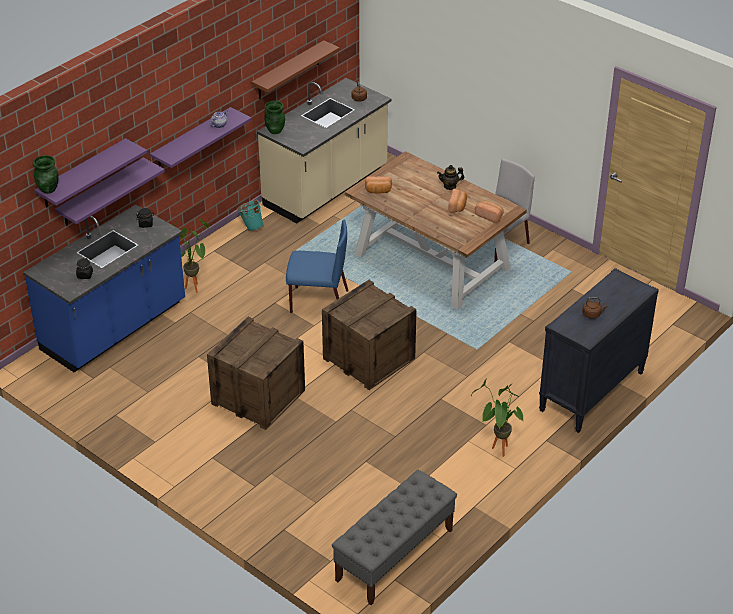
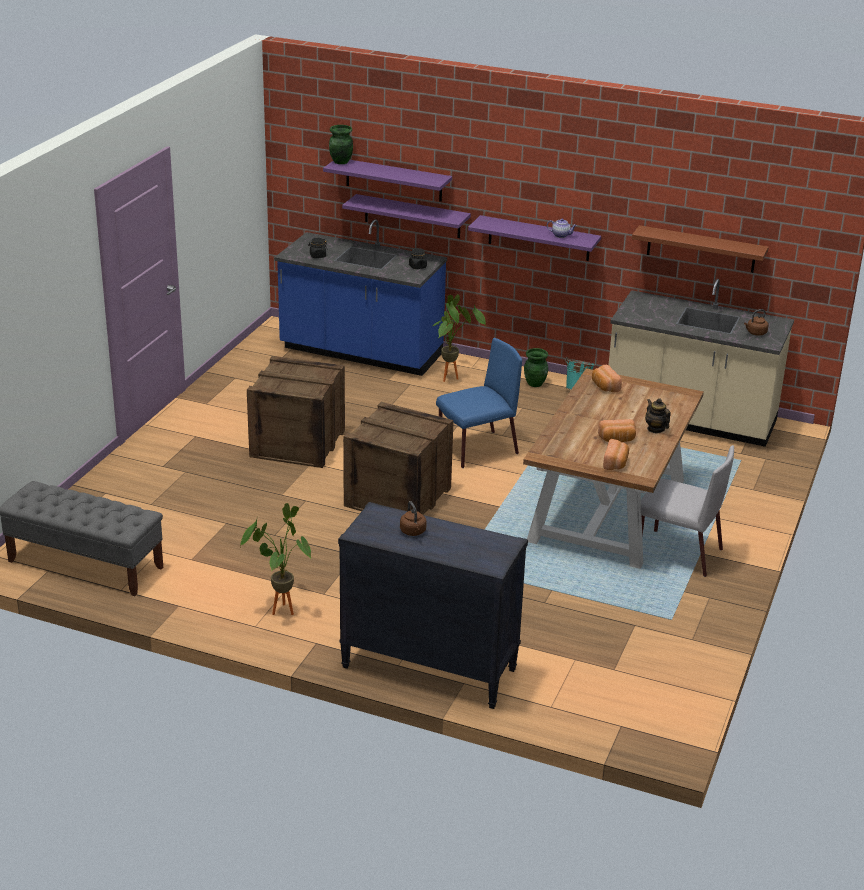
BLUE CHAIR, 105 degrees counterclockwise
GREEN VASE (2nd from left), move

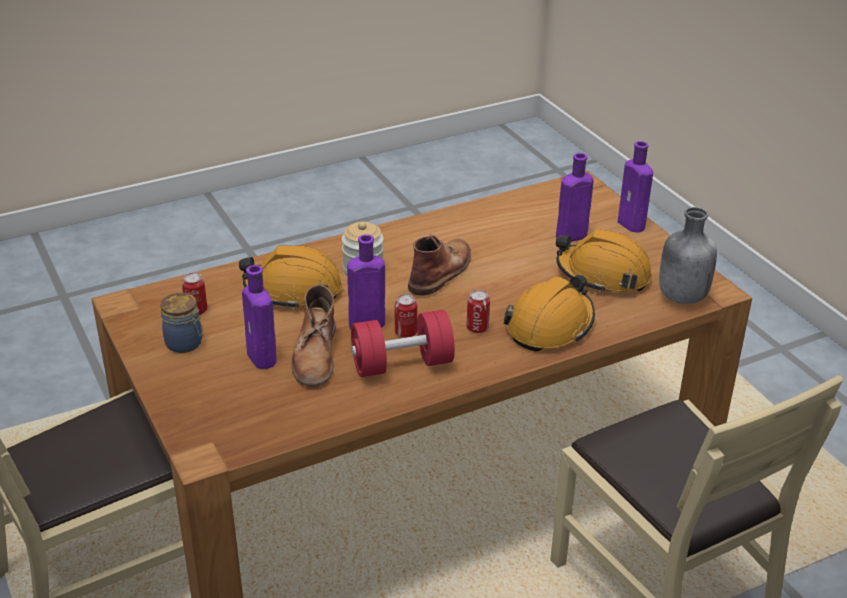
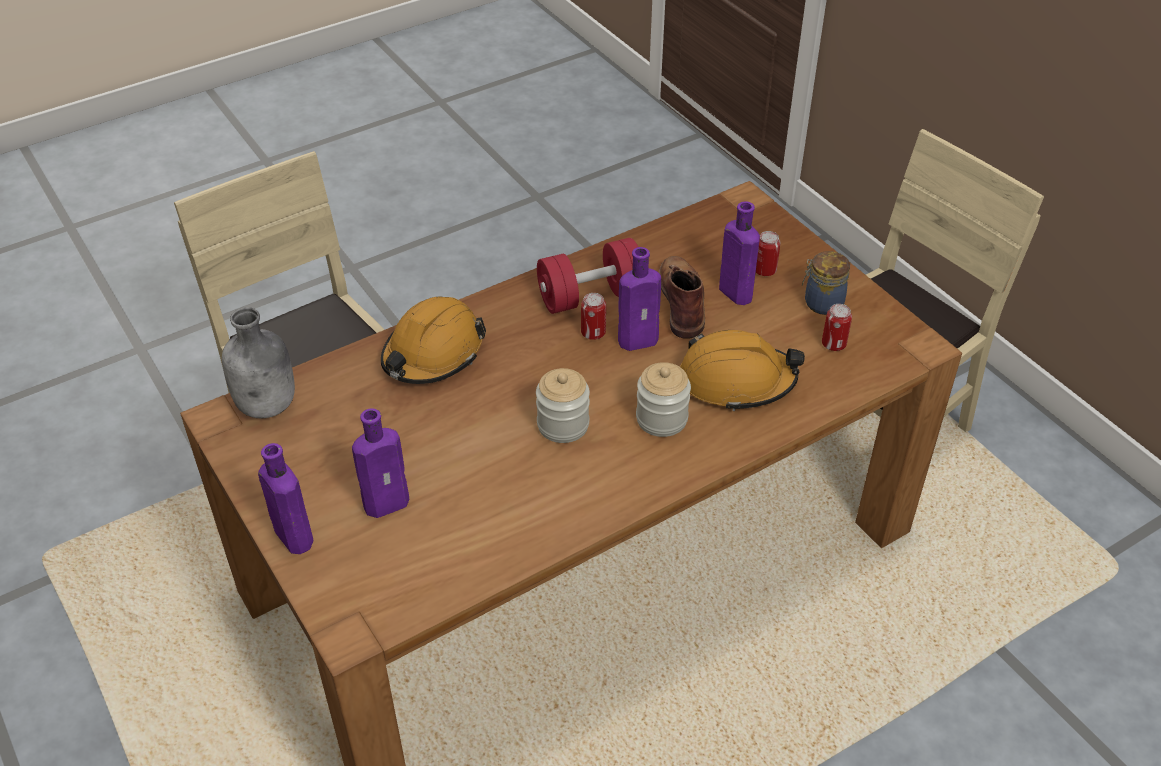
BROWN BOOT (2nd from left) => JAR (1st from left)
CAN (3rd from left in the first image) => CAN (2nd from left), move
ORANGE HARD HAT (3rd from left) => nothing

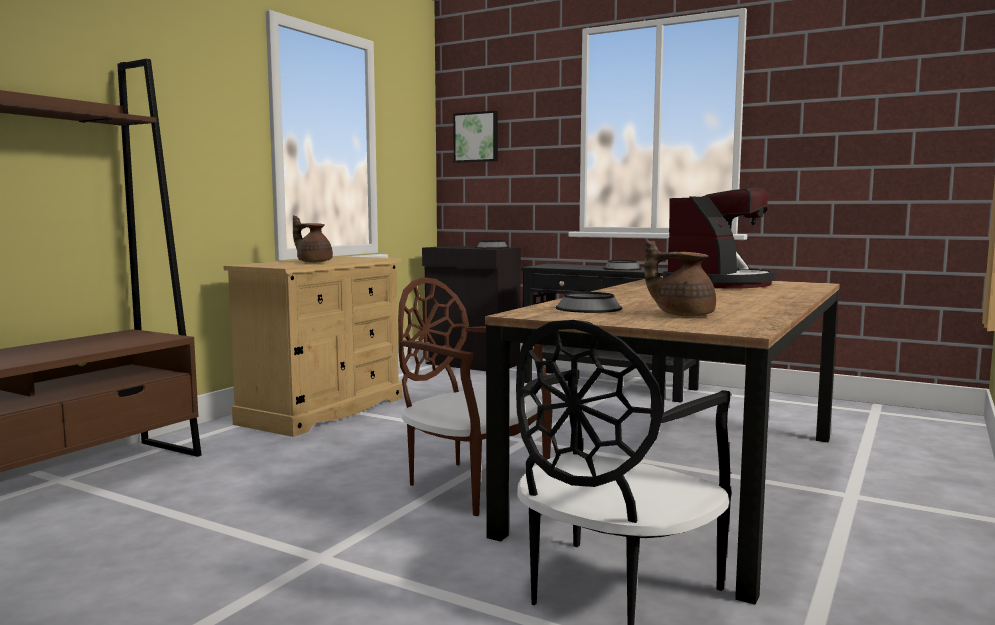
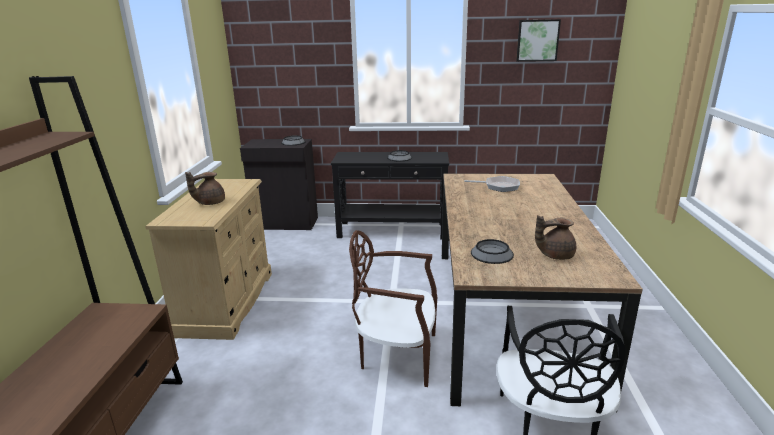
BROWN TEAPOT (1st from left), 45 degrees counterclockwise
COFFEE MACHINE => FRYING PAN
PICTURE, move

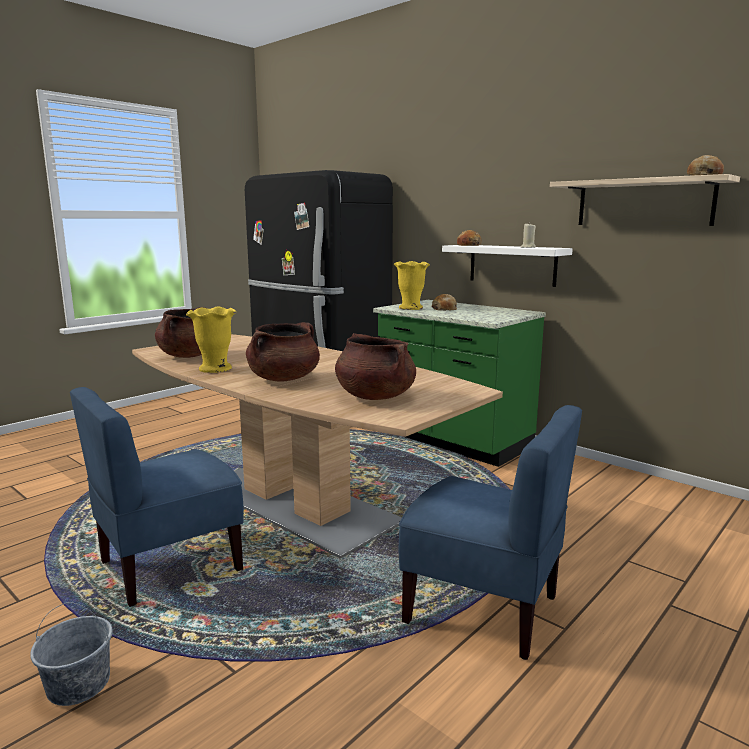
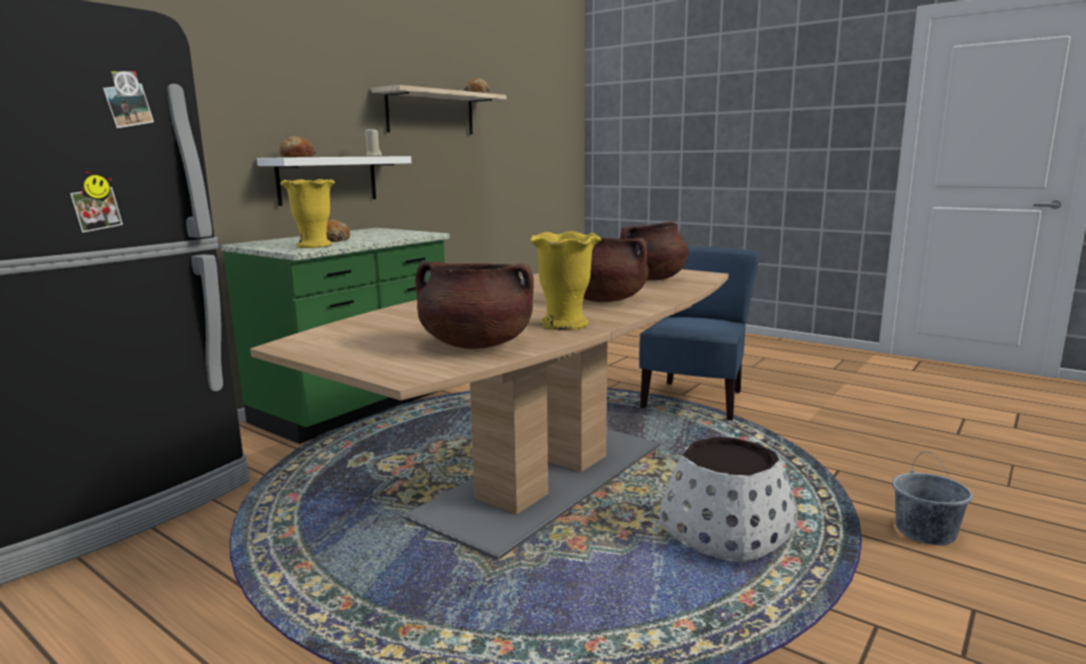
BLUE CHAIR (1st from left) => WHITE PLANTER

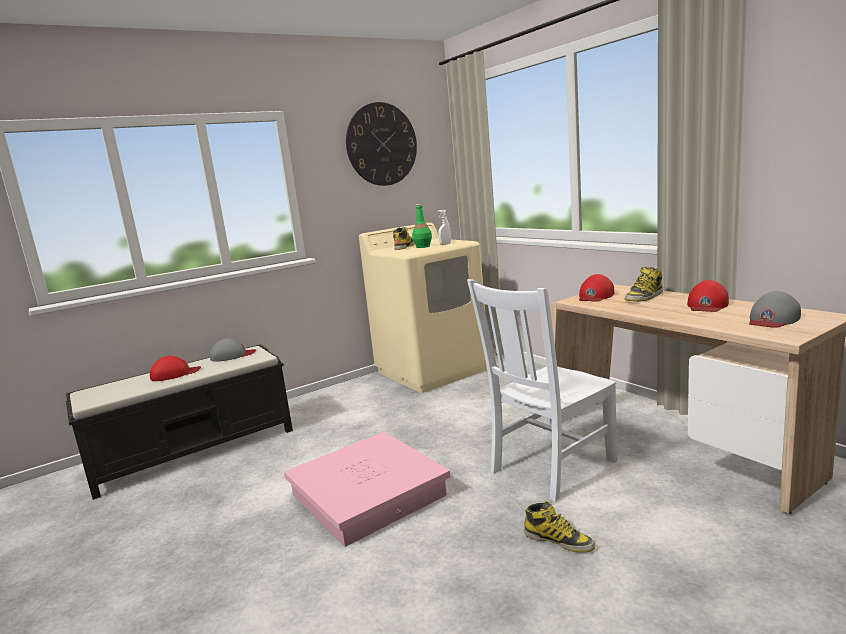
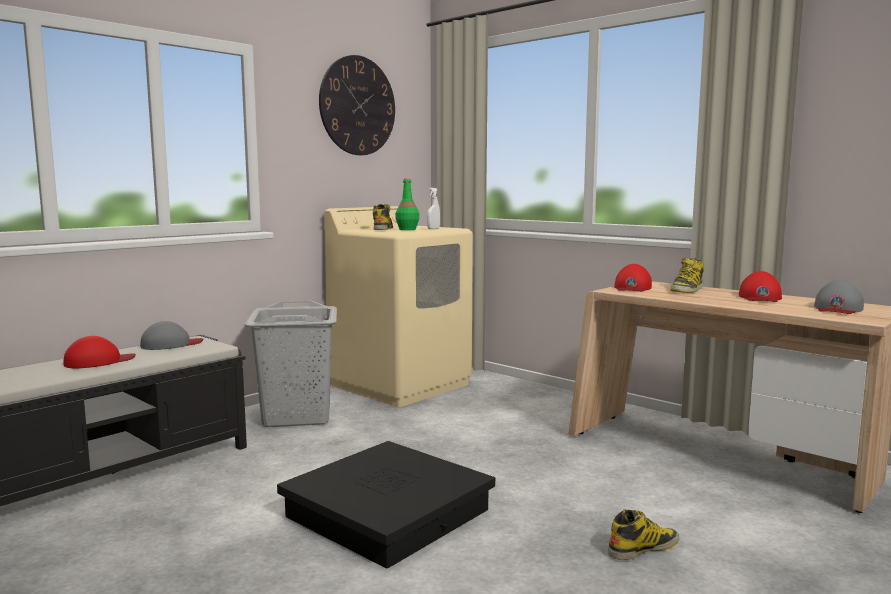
nothing => GREY LAUNDRY BASKET
PINK STORAGE BOX => BLACK STORAGE BOX
BOOT (2nd from left), 45 degrees counterclockwise
WHITE CHAIR => nothing

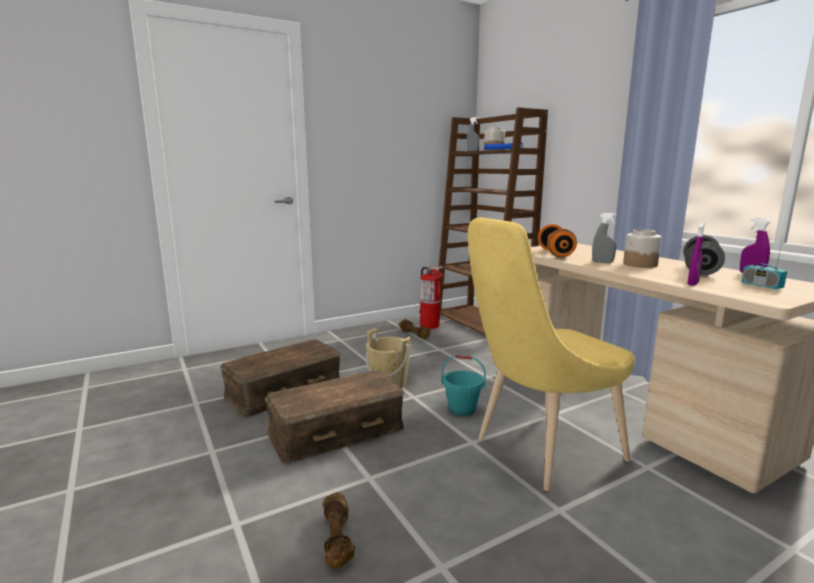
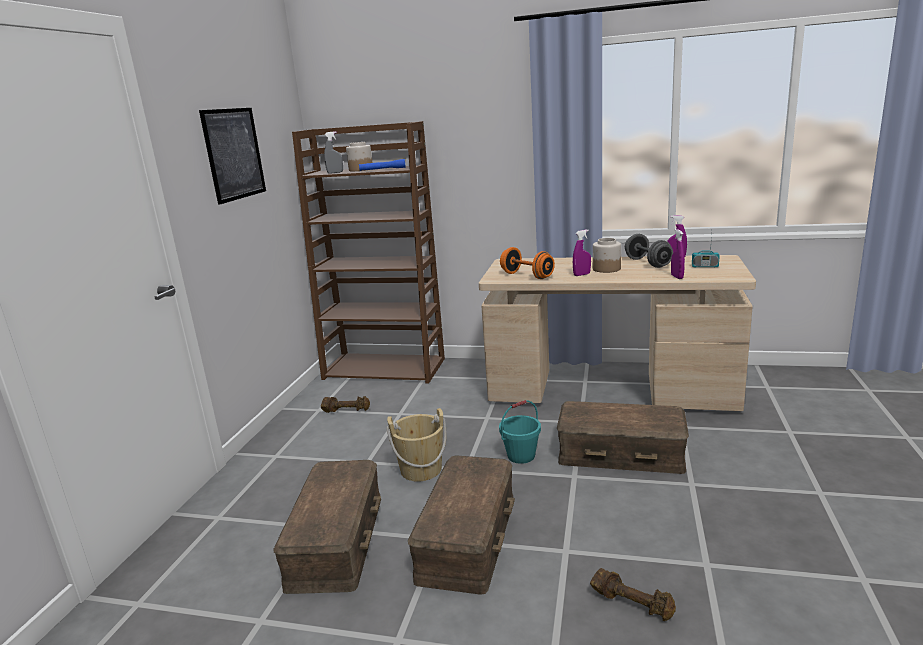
nothing => PICTURE
YELLOW CHAIR => BROWN STORAGE BOX (3rd from left)
GREY SPRAY BOTTLE (2nd from left) => PURPLE SPRAY BOTTLE (1st from left)
FIRE EXTINGUISHER => nothing

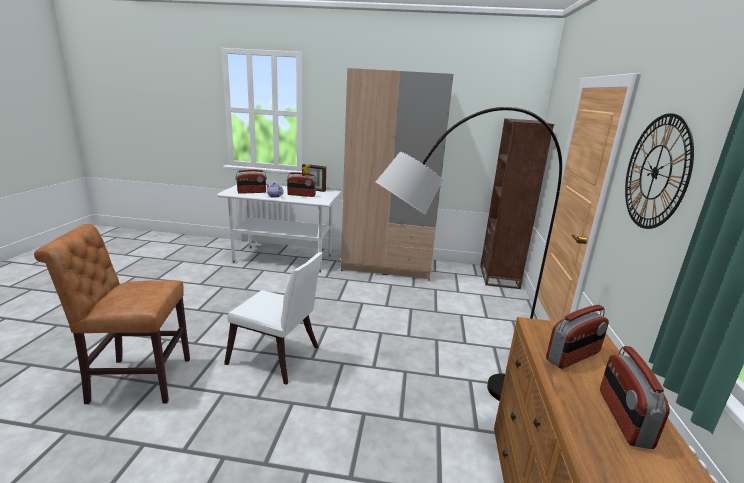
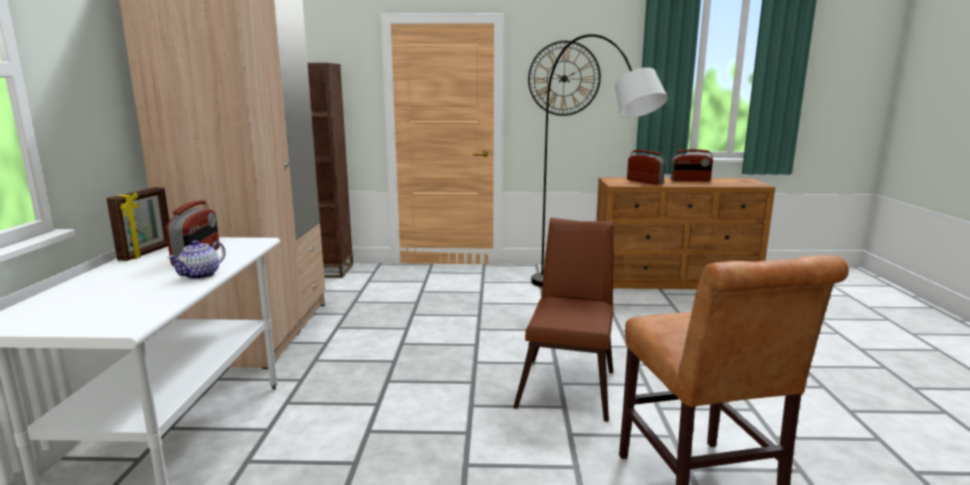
WHITE CHAIR => BROWN CHAIR (1st from left)
RADIO (1st from left) => nothing

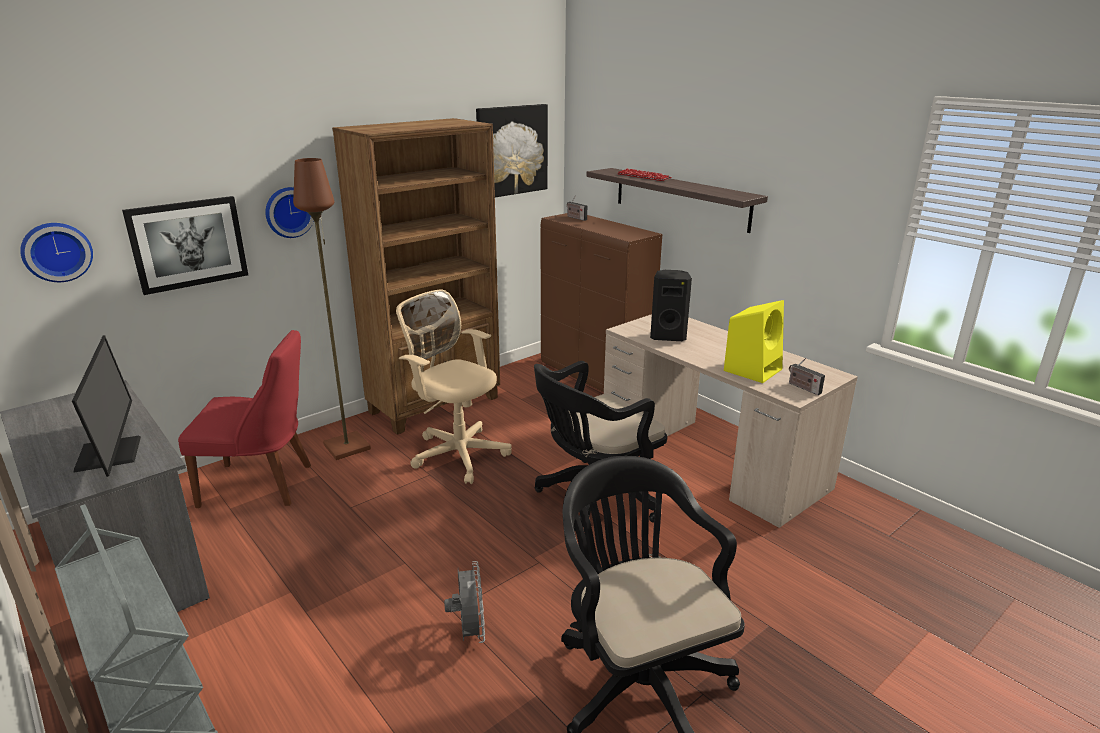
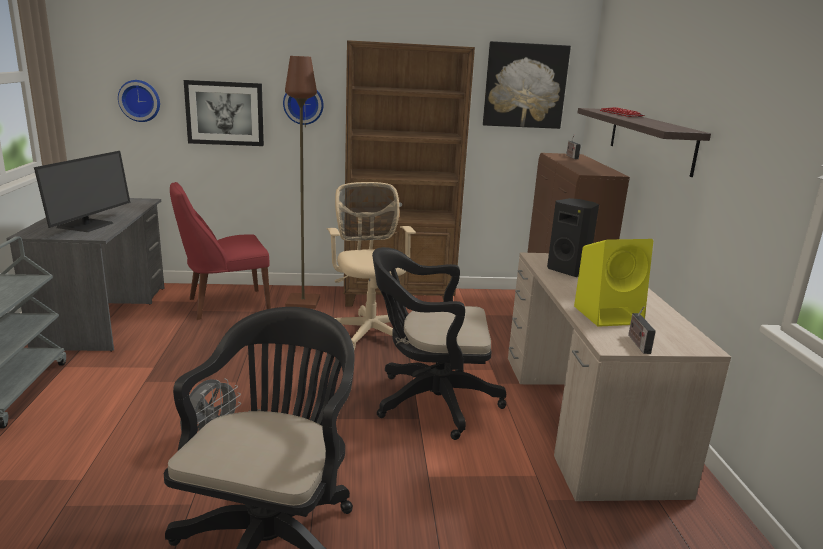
RED CHAIR, 120 degrees clockwise

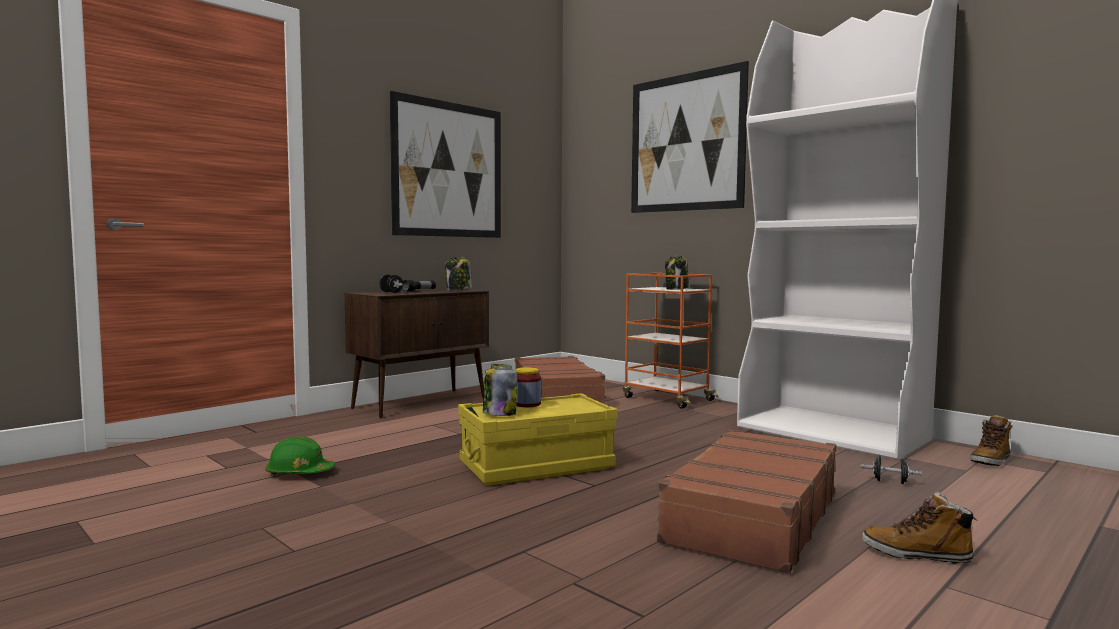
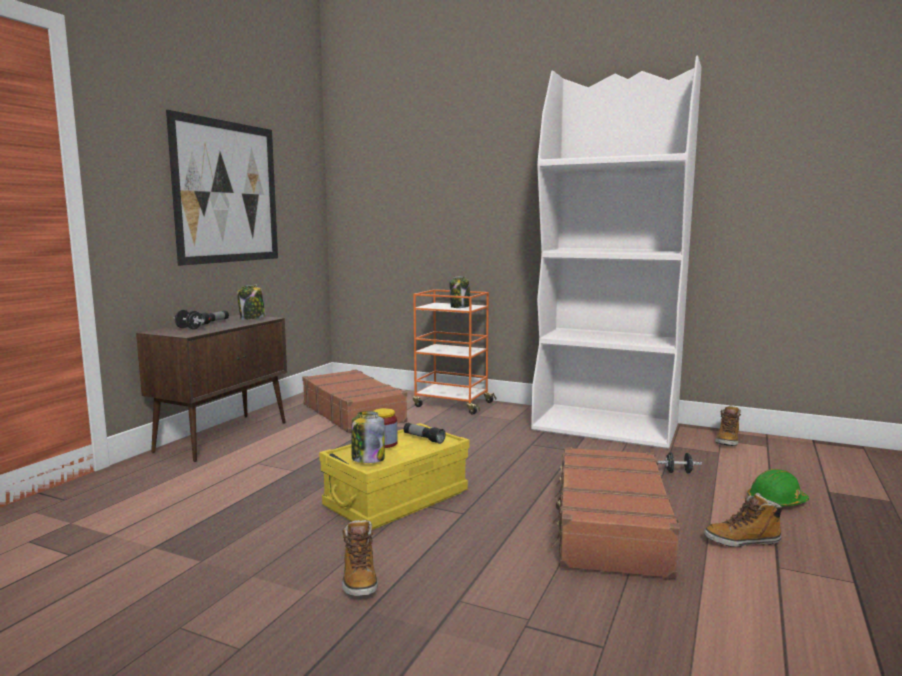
nothing => BOOT (1st from left)
nothing => FLASHLIGHT (2nd from left)
GREEN HARD HAT, move
PICTURE (2nd from left) => nothing

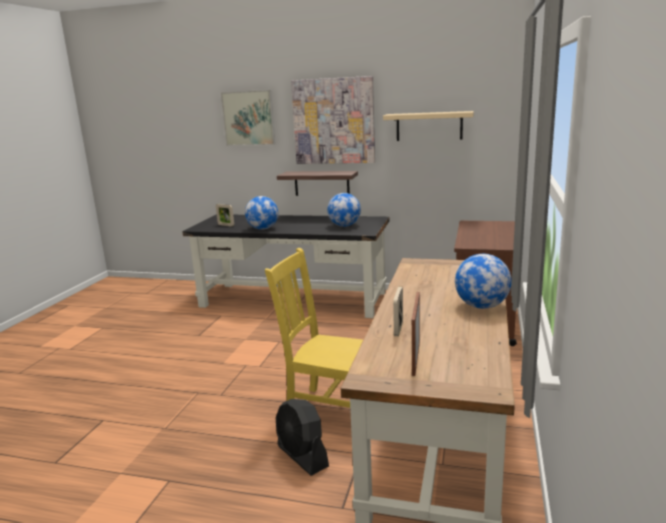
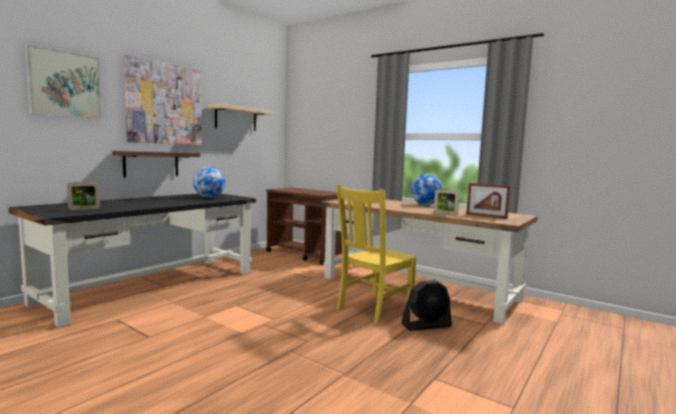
GLOBE (1st from left) => nothing

